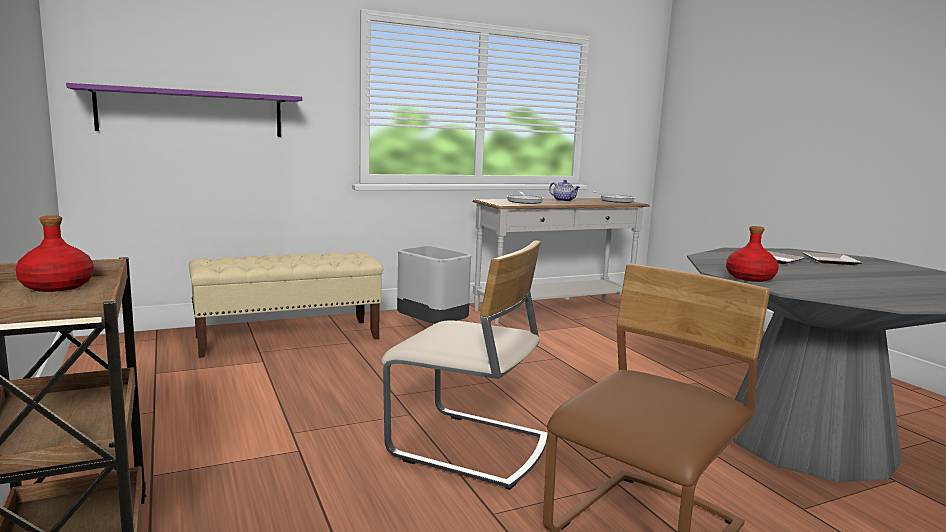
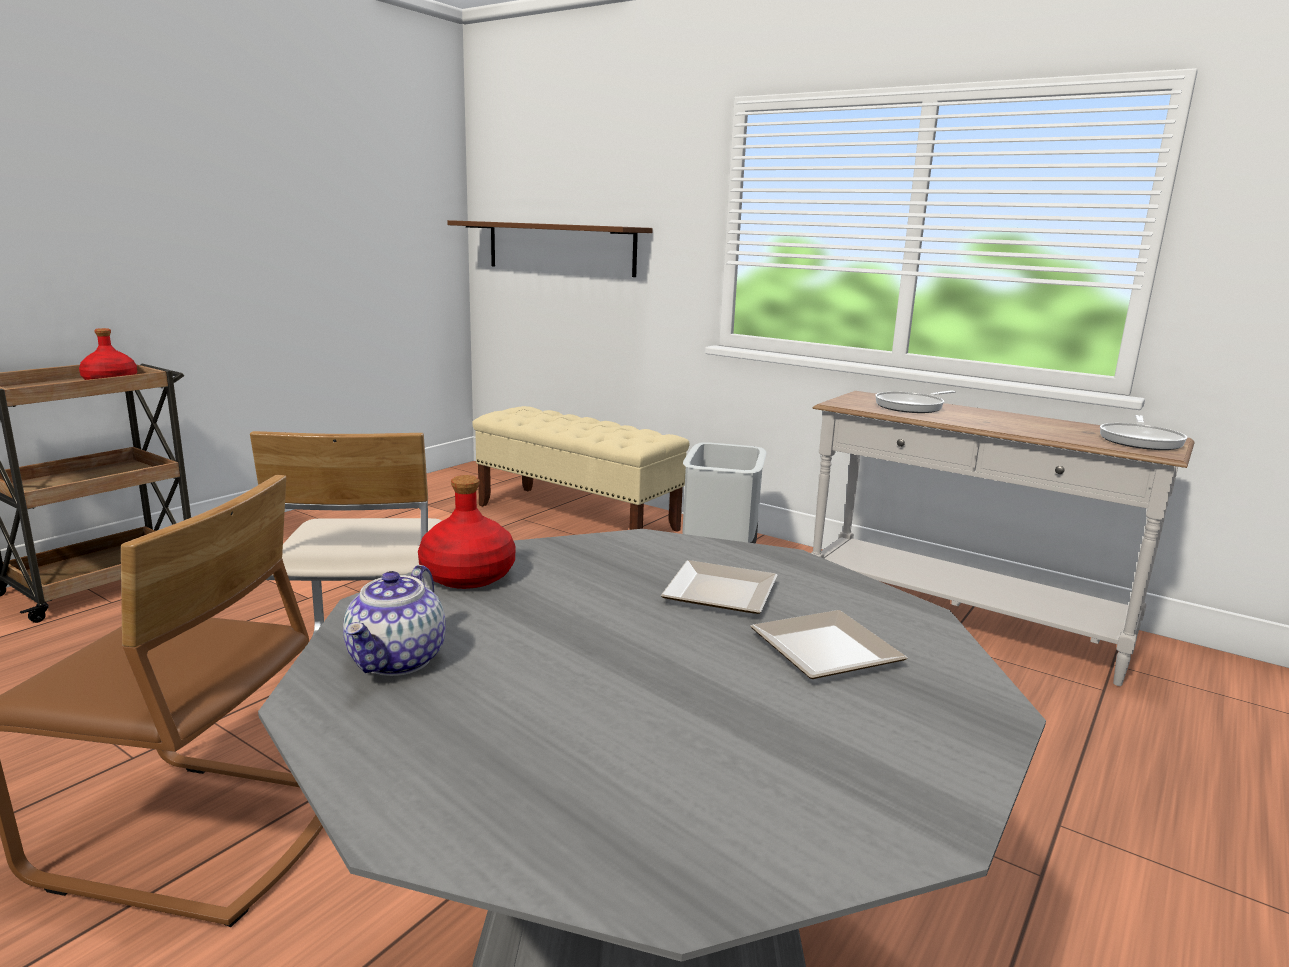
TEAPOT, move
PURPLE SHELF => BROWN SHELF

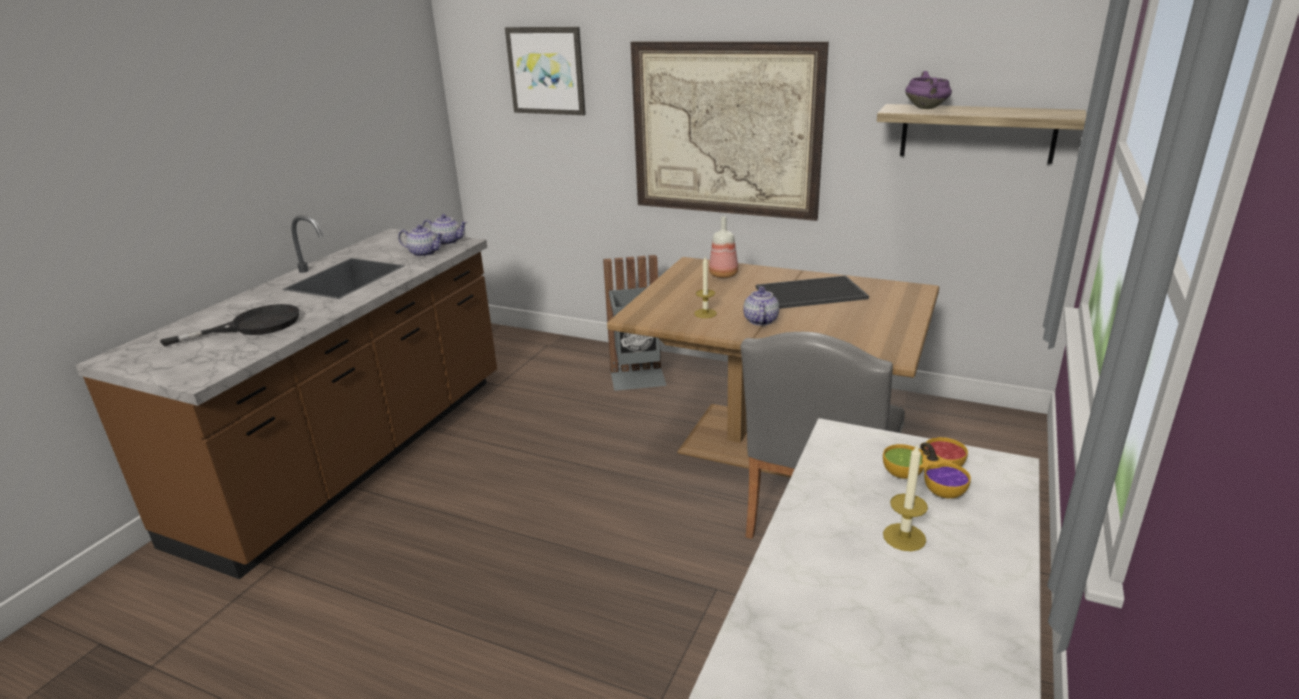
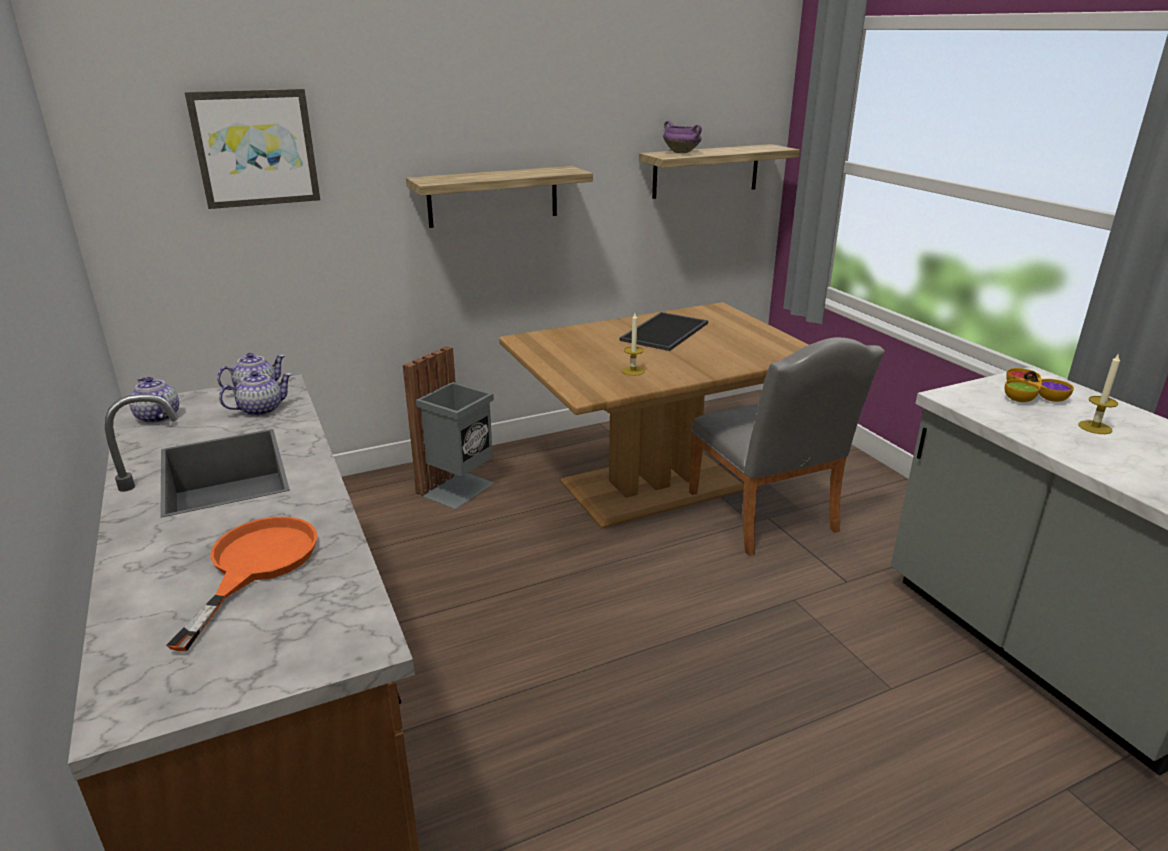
TEAPOT (3rd from left in the first image) => TEAPOT (1st from left), move
BLACK FRYING PAN => ORANGE FRYING PAN
PICTURE (2nd from left) => SHELF (1st from left)
BOTTLE => nothing

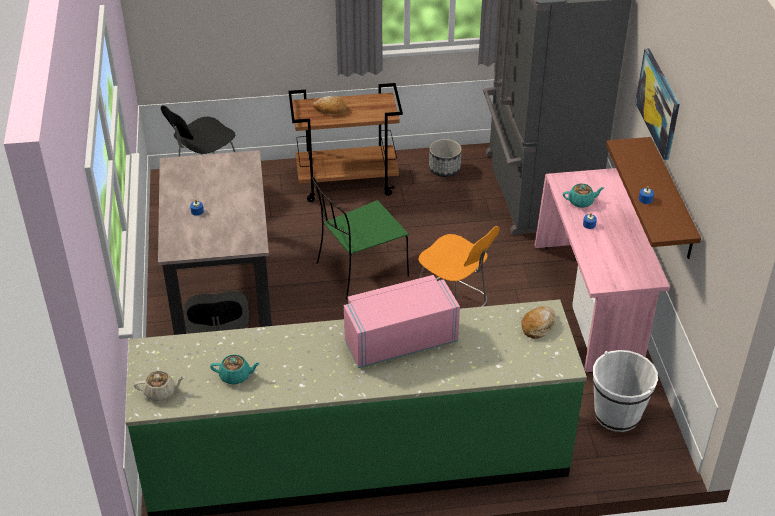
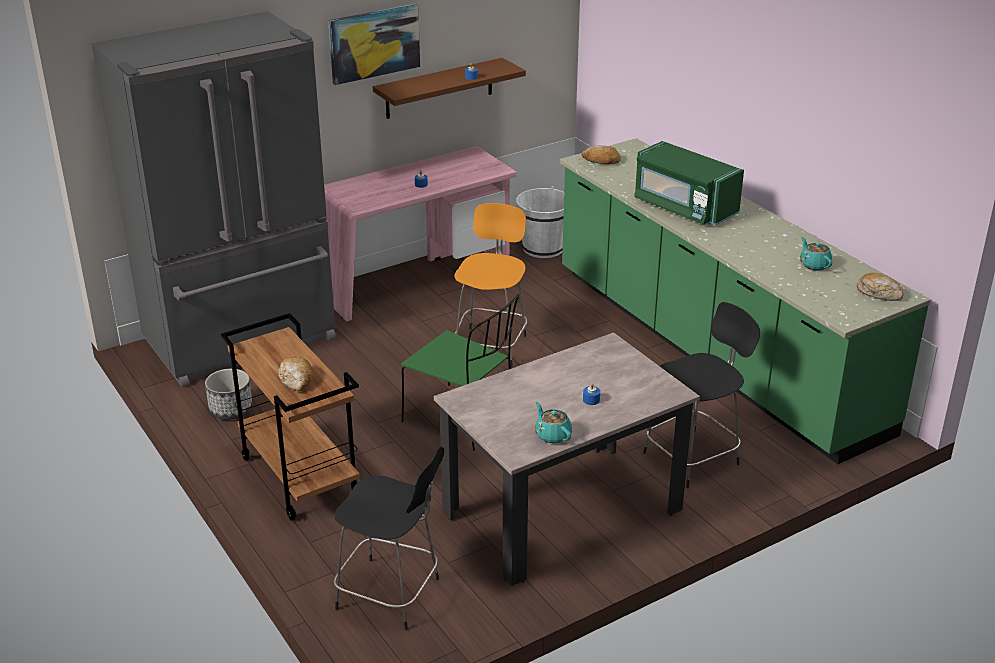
TURQUOISE TEAPOT (2nd from left in the first image) => TURQUOISE TEAPOT (1st from left), move
PINK MICROWAVE => GREEN MICROWAVE
BEIGE TEAPOT => BREAD (3rd from left)

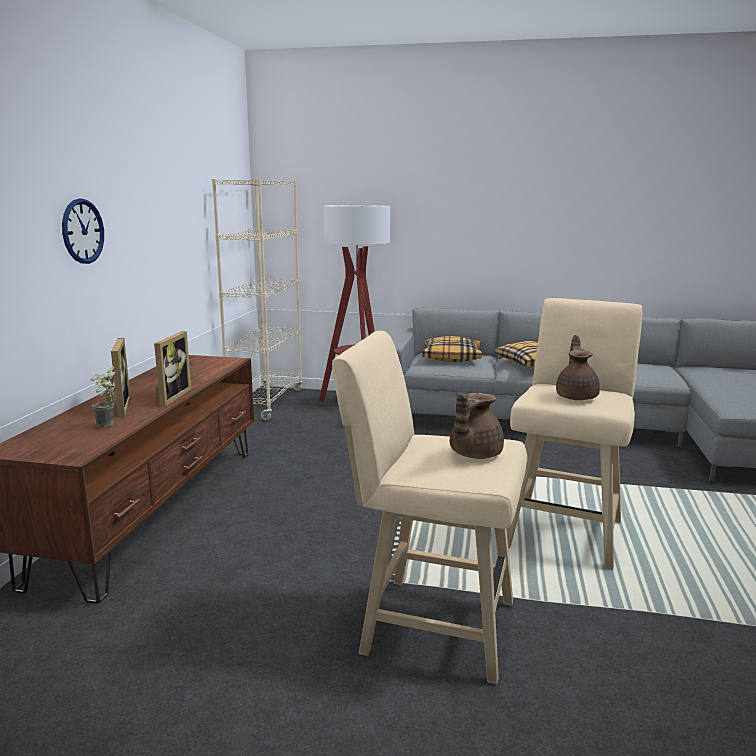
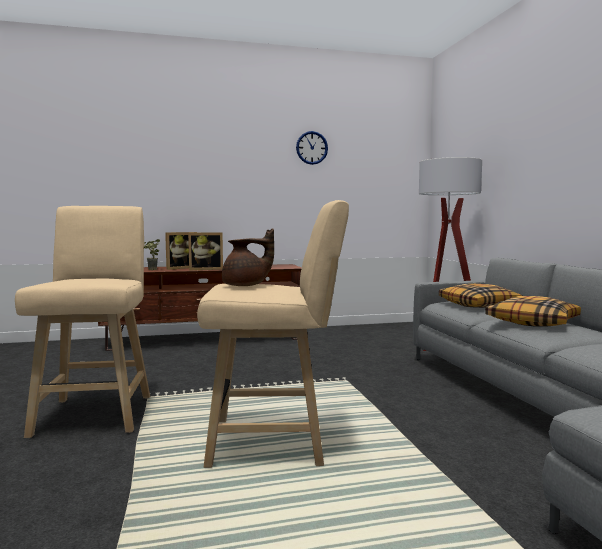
WALL CLOCK, move
BEIGE BOOKCASE => nothing
BROWN TEAPOT (1st from left) => nothing

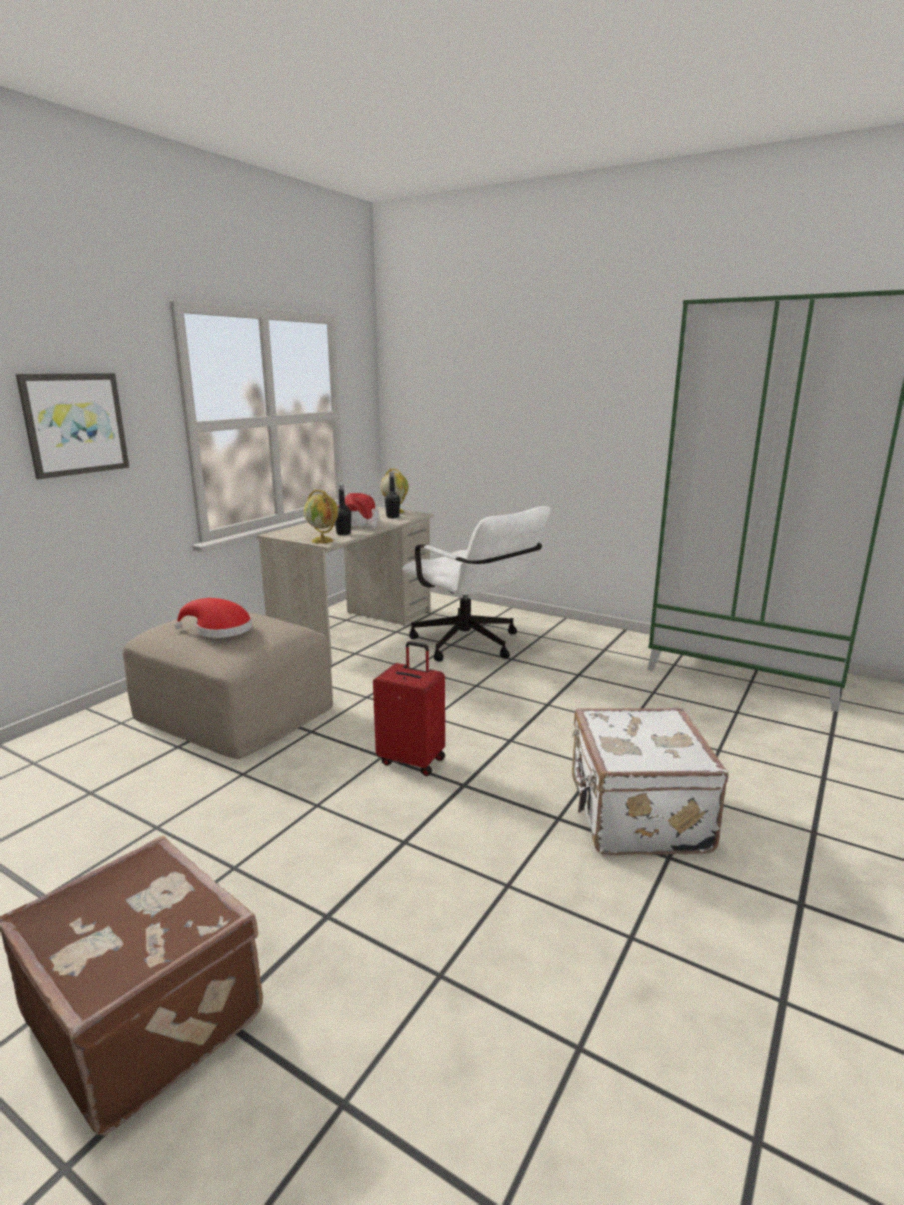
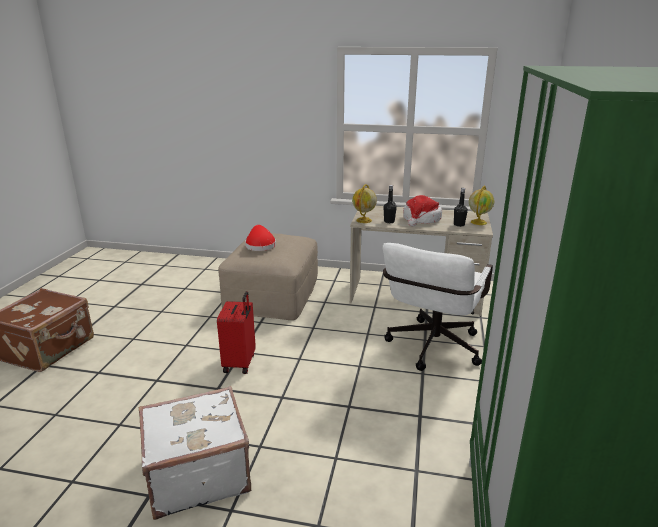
PICTURE => nothing

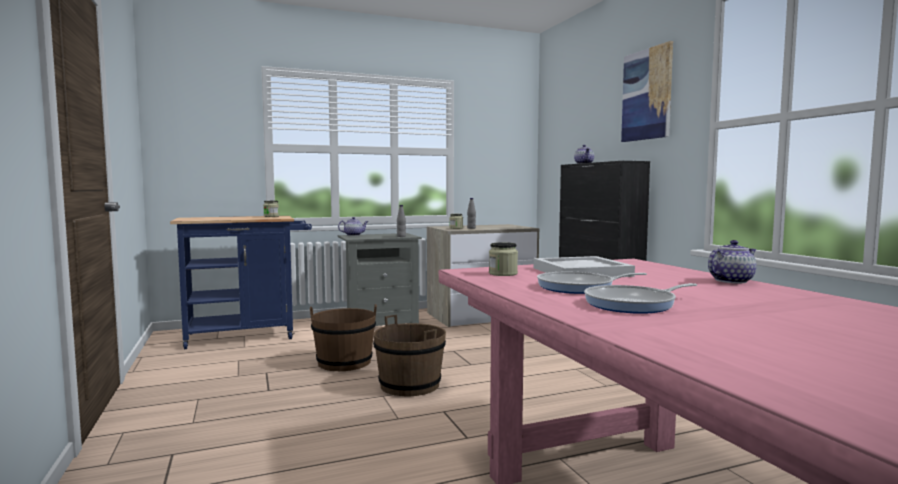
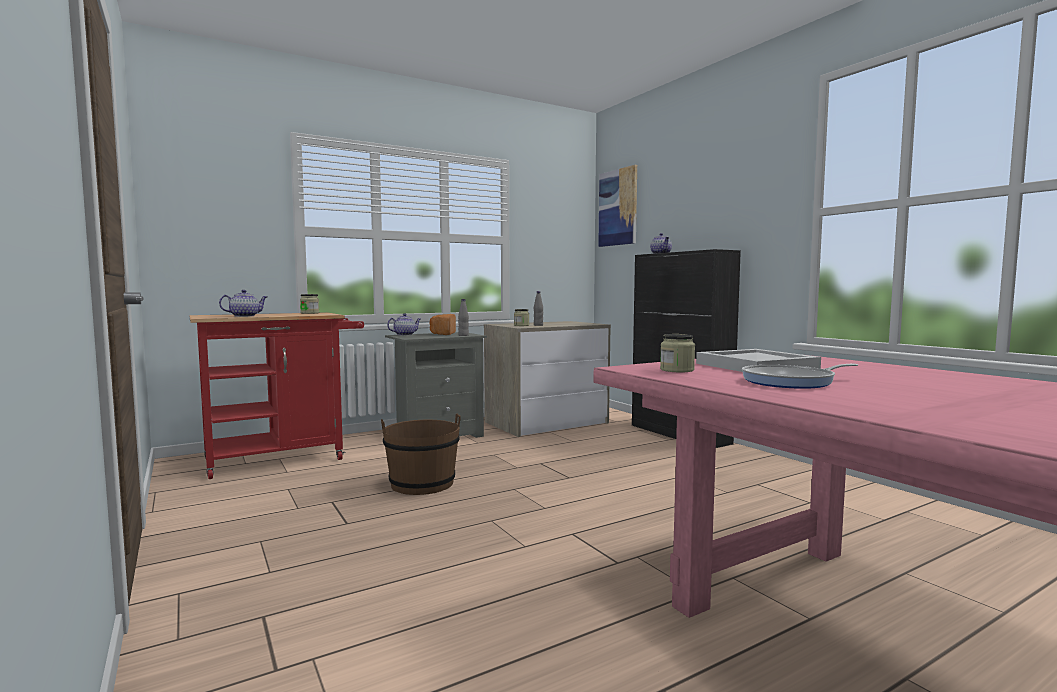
BLUE CART => RED CART
TEAPOT (3rd from left in the first image) => TEAPOT (1st from left), move
nothing => BREAD
PICTURE, move
BROWN BUCKET (2nd from left) => nothing
FRYING PAN (2nd from left) => nothing

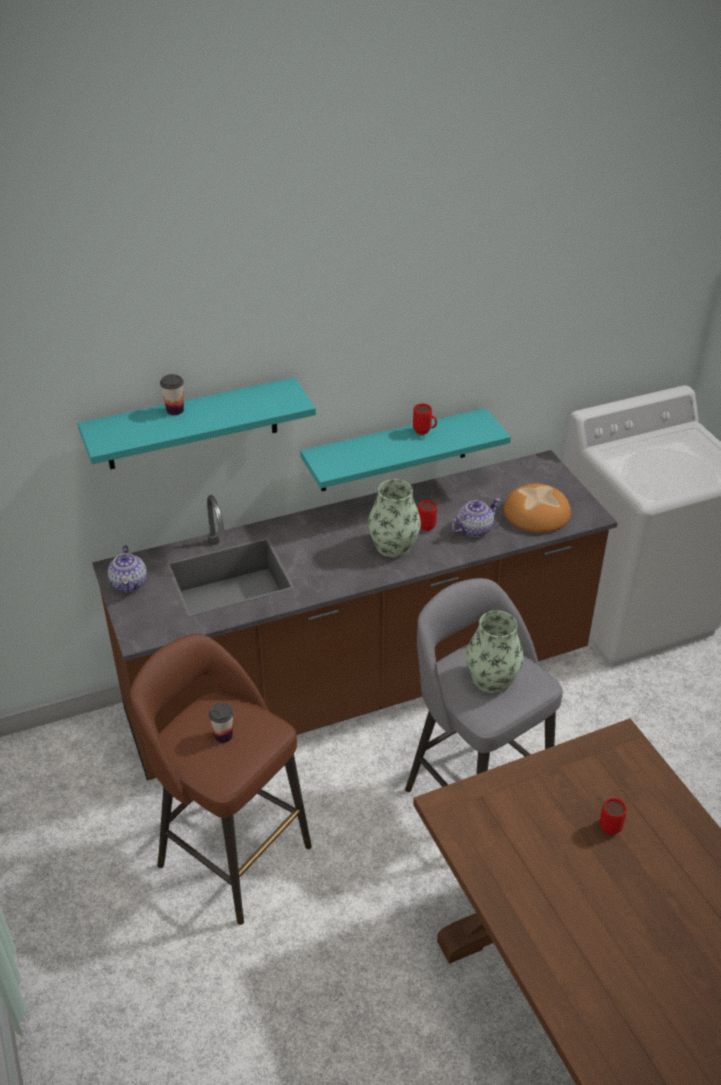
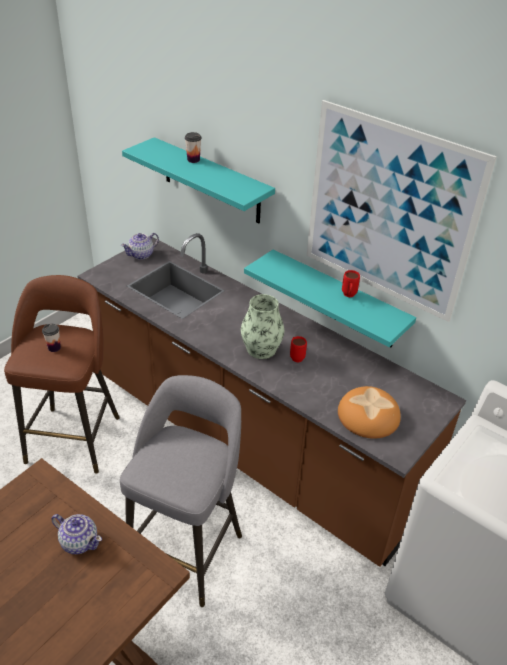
TEAPOT (2nd from left in the first image) => TEAPOT (1st from left), move
nothing => PICTURE
VASE (2nd from left) => nothing
RED MUG (3rd from left) => nothing

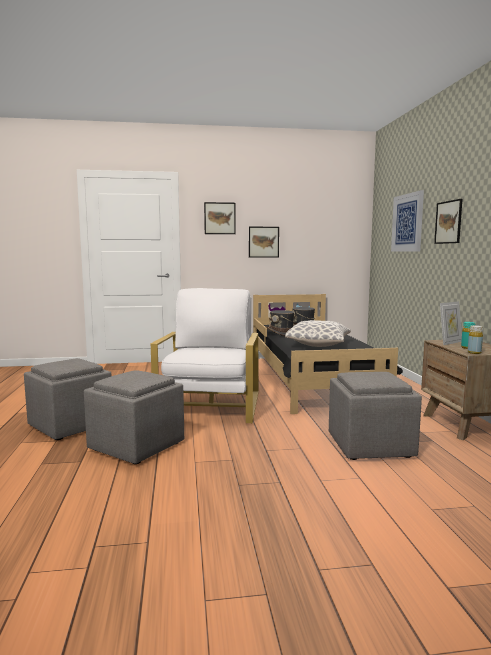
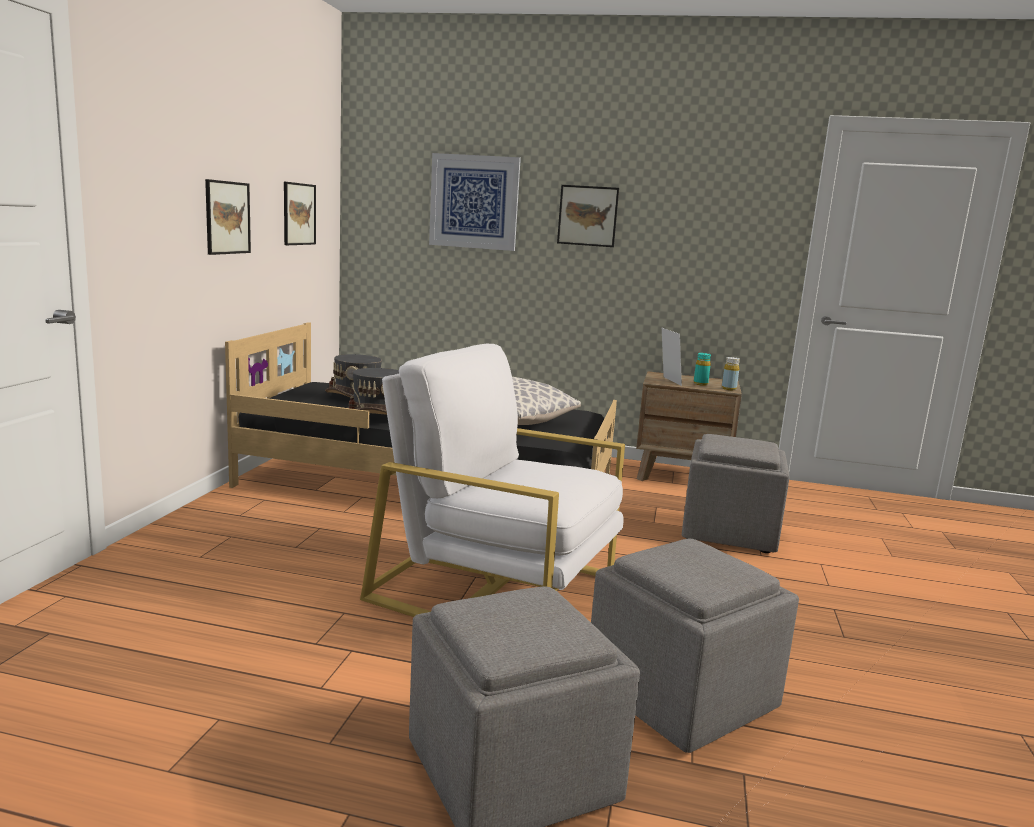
PICTURE (1st from left in the first image) => PICTURE (2nd from left), move

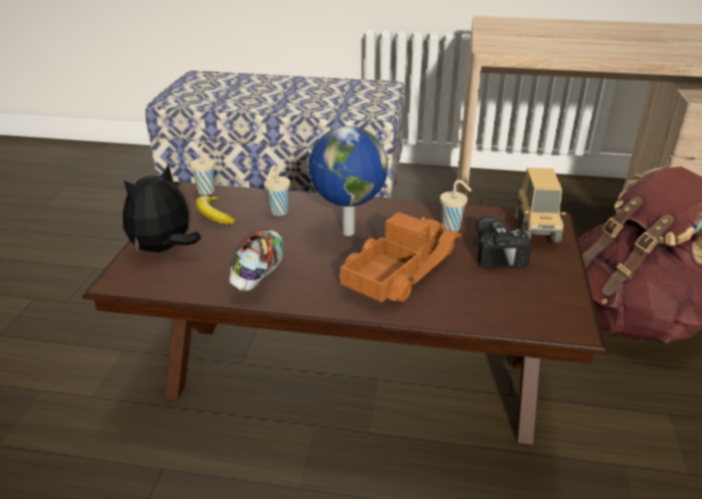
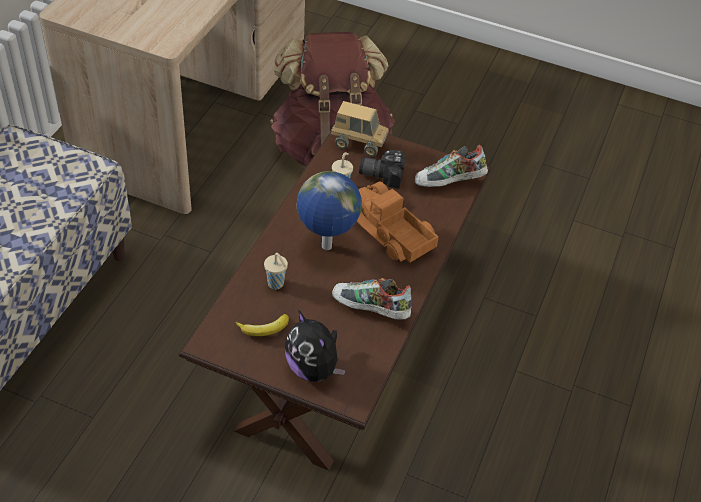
nothing => SHOE (2nd from left)
BEIGE CUP (1st from left) => nothing

